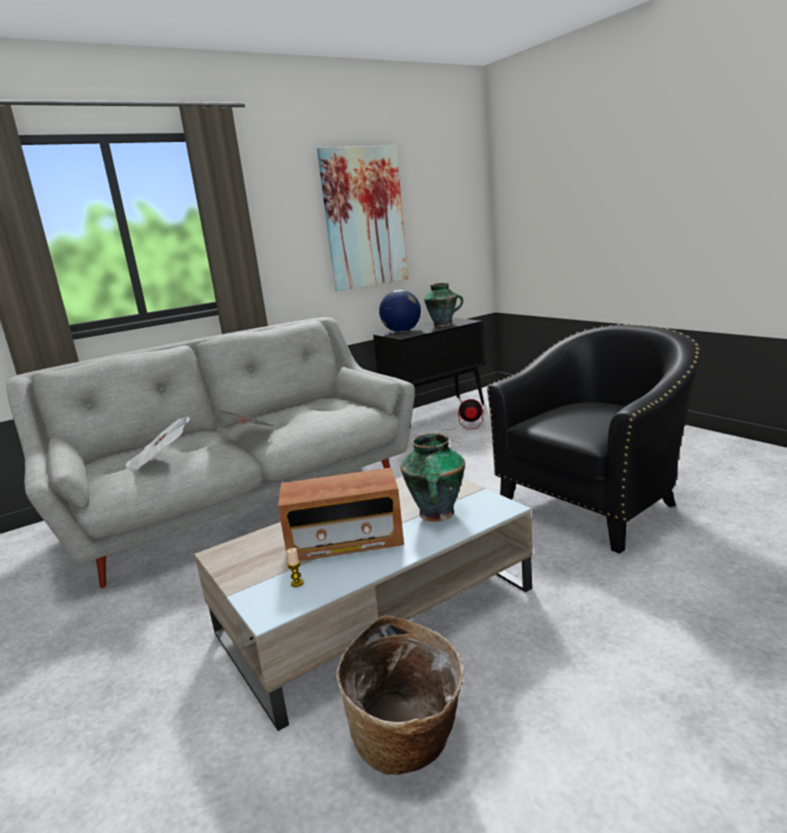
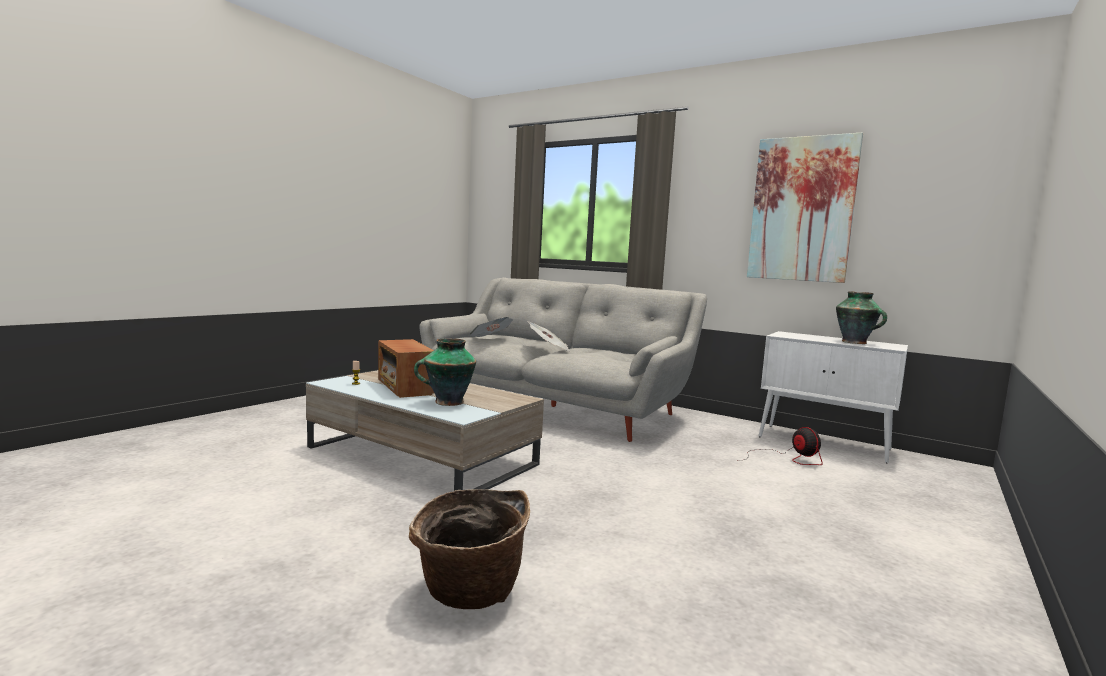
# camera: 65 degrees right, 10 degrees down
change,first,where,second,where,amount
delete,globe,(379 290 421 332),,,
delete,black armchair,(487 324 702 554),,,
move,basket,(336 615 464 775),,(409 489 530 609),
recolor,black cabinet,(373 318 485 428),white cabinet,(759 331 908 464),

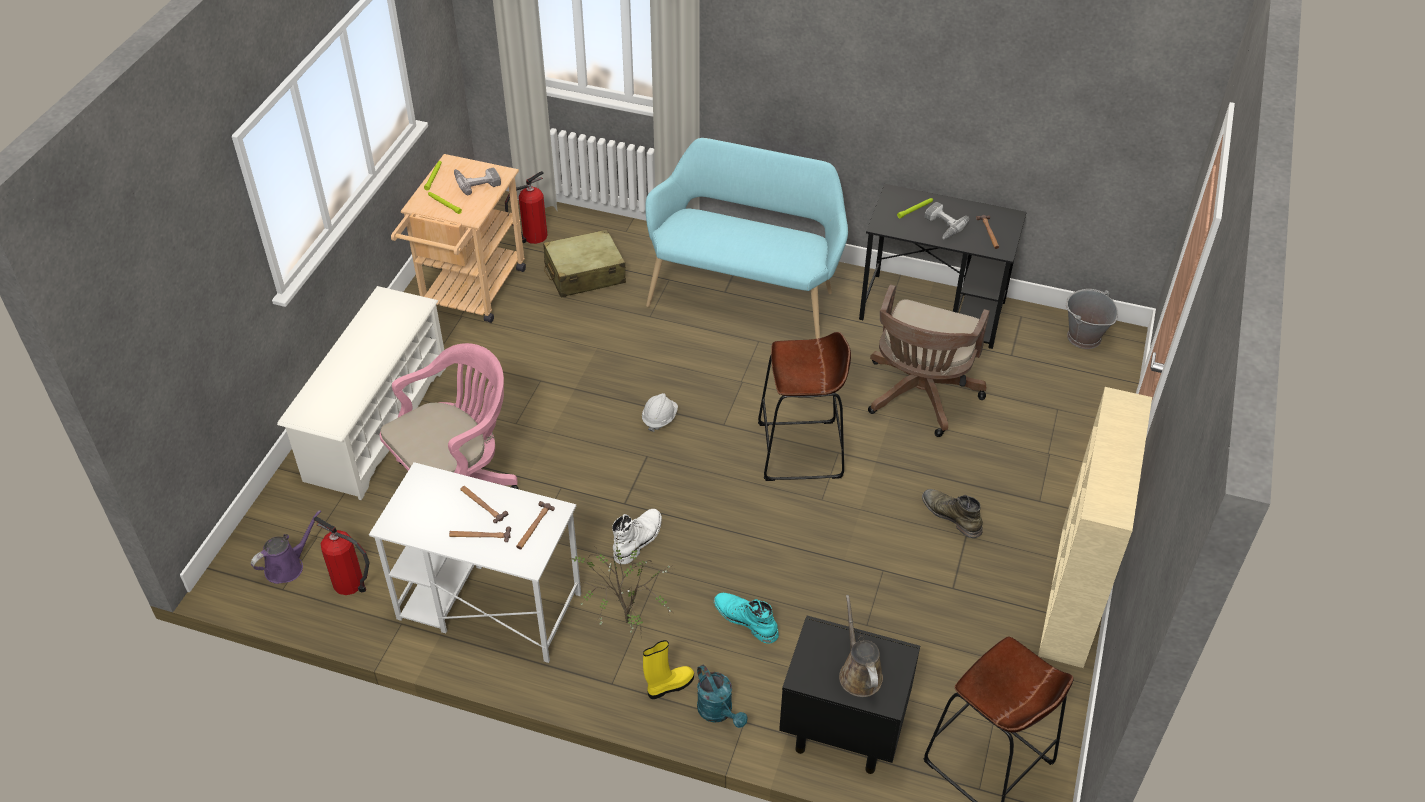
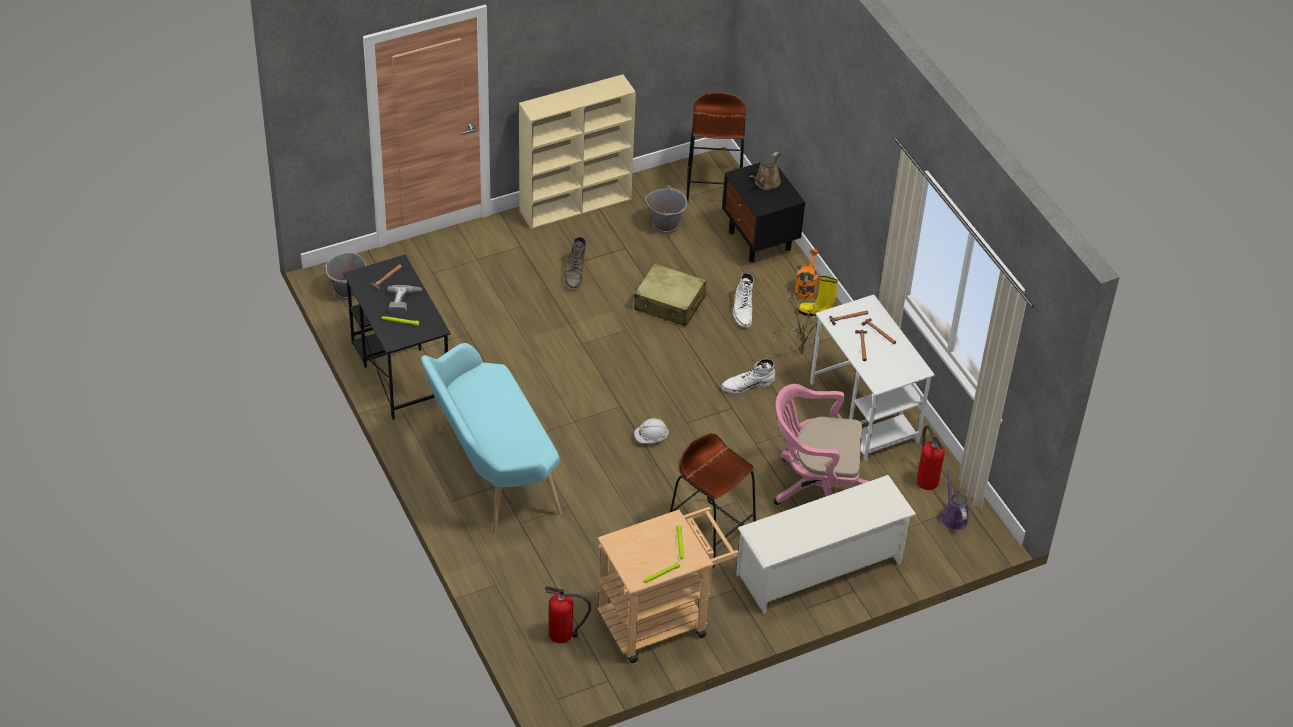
# camera: 135 degrees left, 0 degrees up
change,first,where,second,where,amount
delete,power drill,(454 167 501 195),,,
delete,brown office chair,(868 284 990 437),,,
insert,,,grey bucket,(645 185 688 235),
move,beige suitcase,(543 229 626 298),,(634 263 706 326),
move,brown stool,(758 332 851 481),,(670 433 756 568),
recolor,turquoise watering can,(697 665 747 728),orange watering can,(794 249 819 299),
recolor,turquoise boot,(714 593 779 644),white boot,(733 273 754 327),
rotate,purple watering can,(251 510 321 584),,(941 466 969 530),75 degrees clockwise

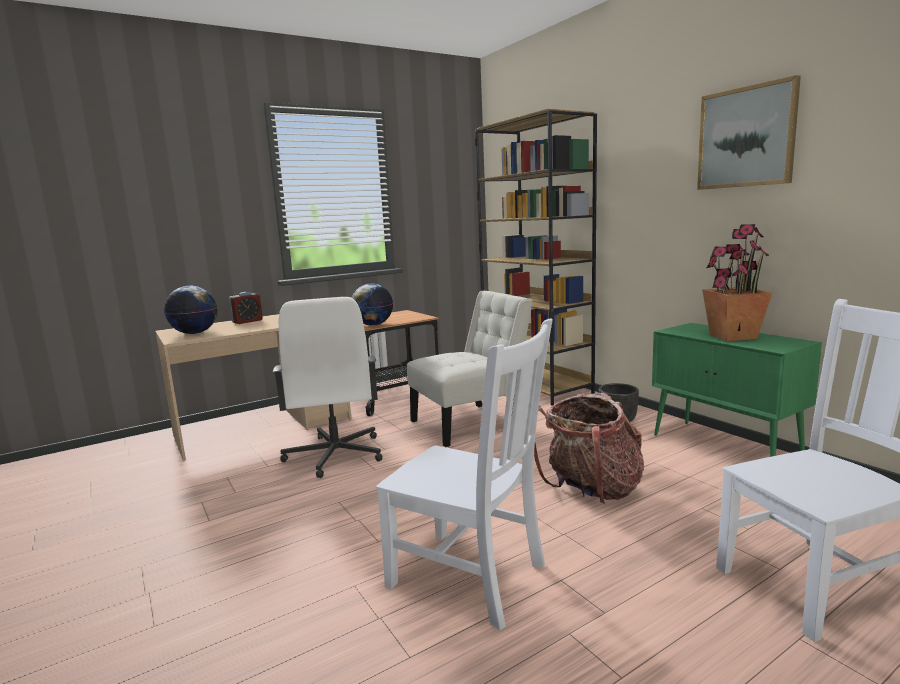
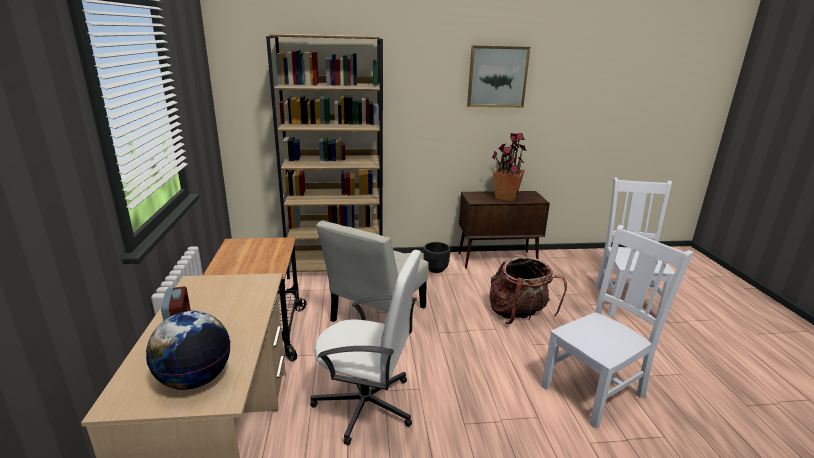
# camera: 65 degrees left, 10 degrees up
change,first,where,second,where,amount
delete,globe,(352 283 393 326),,,
recolor,green cabinet,(652 323 822 457),brown cabinet,(458 191 550 268),
rotate,white chair,(407 291 532 447),,(316 220 429 322),150 degrees counterclockwise

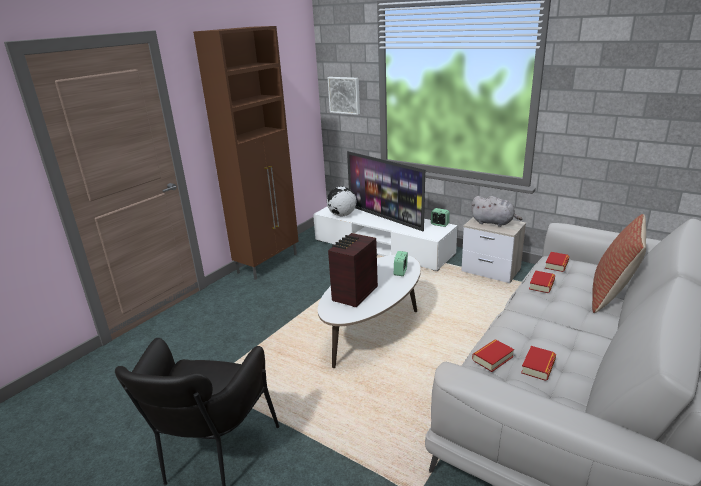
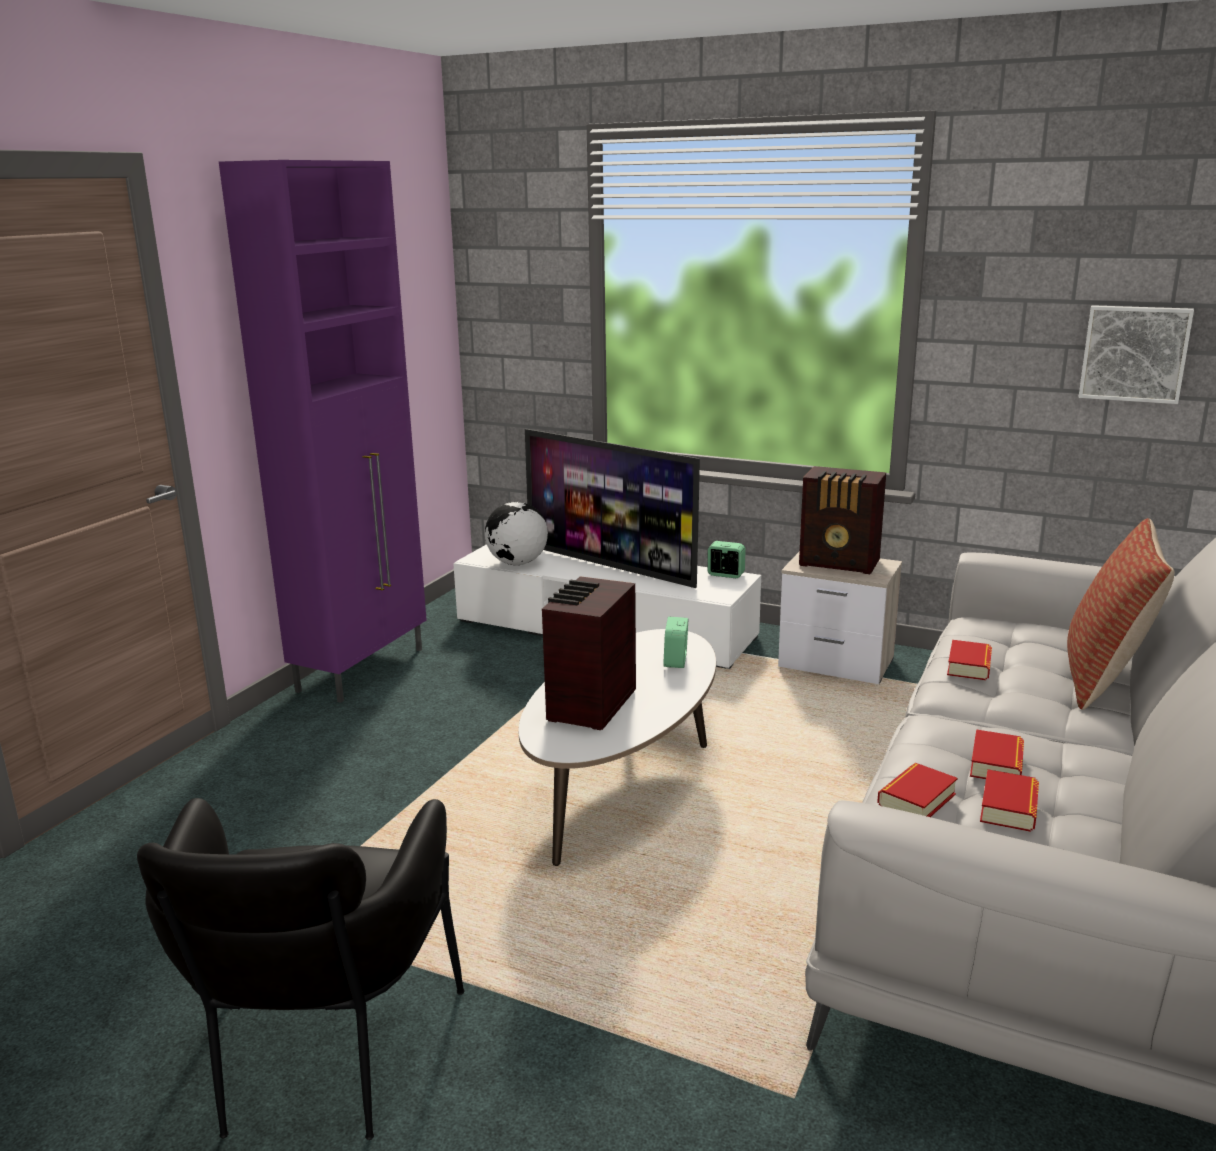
# camera: 10 degrees left, 5 degrees down
change,first,where,second,where,amount
move,picture,(328 77 360 115),,(1078 305 1194 404),
move,book,(545 252 569 272),,(970 729 1024 779),
replace,grey plush toy,(471 196 522 227),radio,(799 466 886 574),
recolor,brown cabinet,(193 26 298 280),purple cabinet,(219 160 427 703),

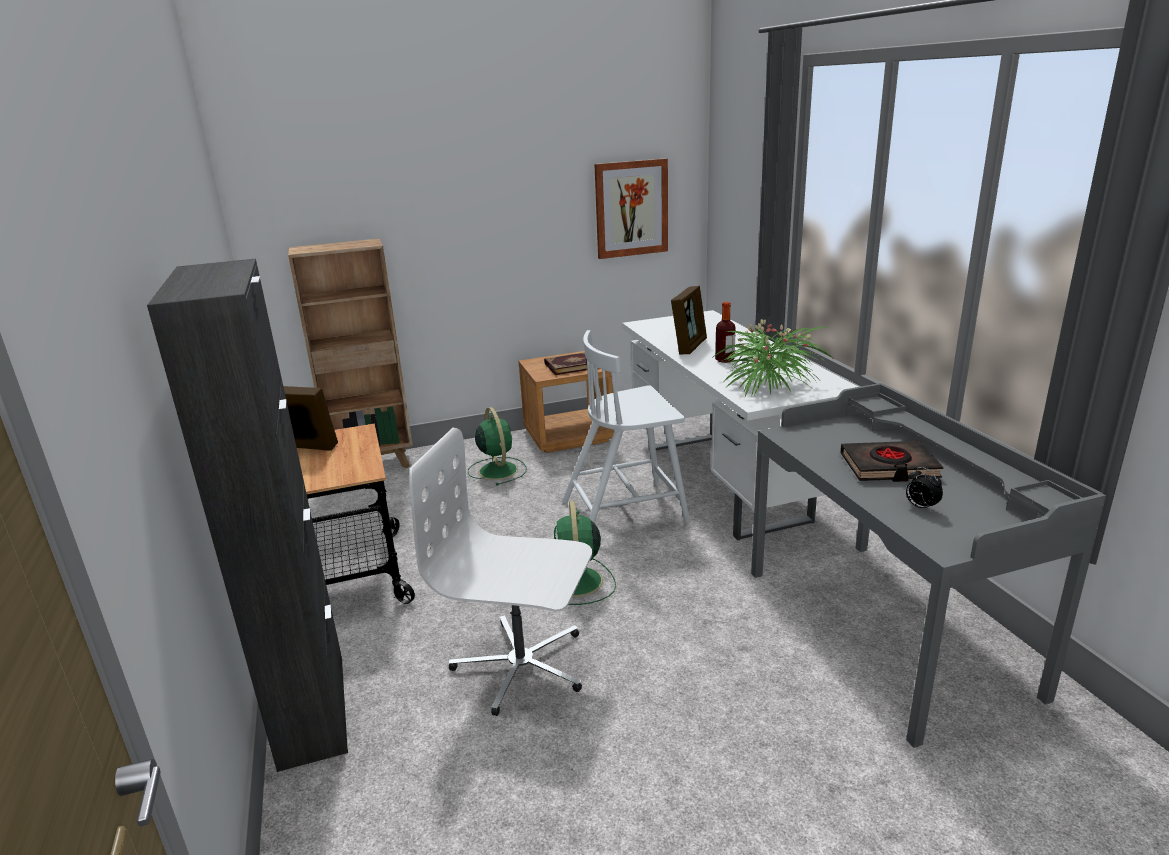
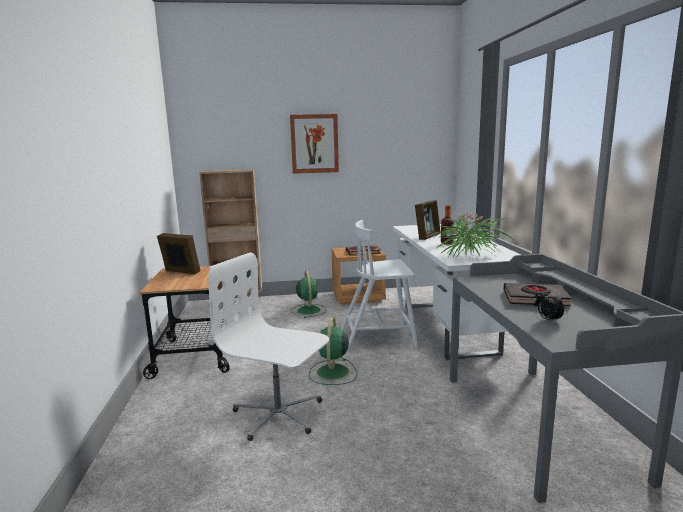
# camera: 10 degrees right, 10 degrees down
change,first,where,second,where,amount
delete,black cabinet,(147 259 348 772),,,
move,picture,(594 158 668 259),,(290 114 339 174),

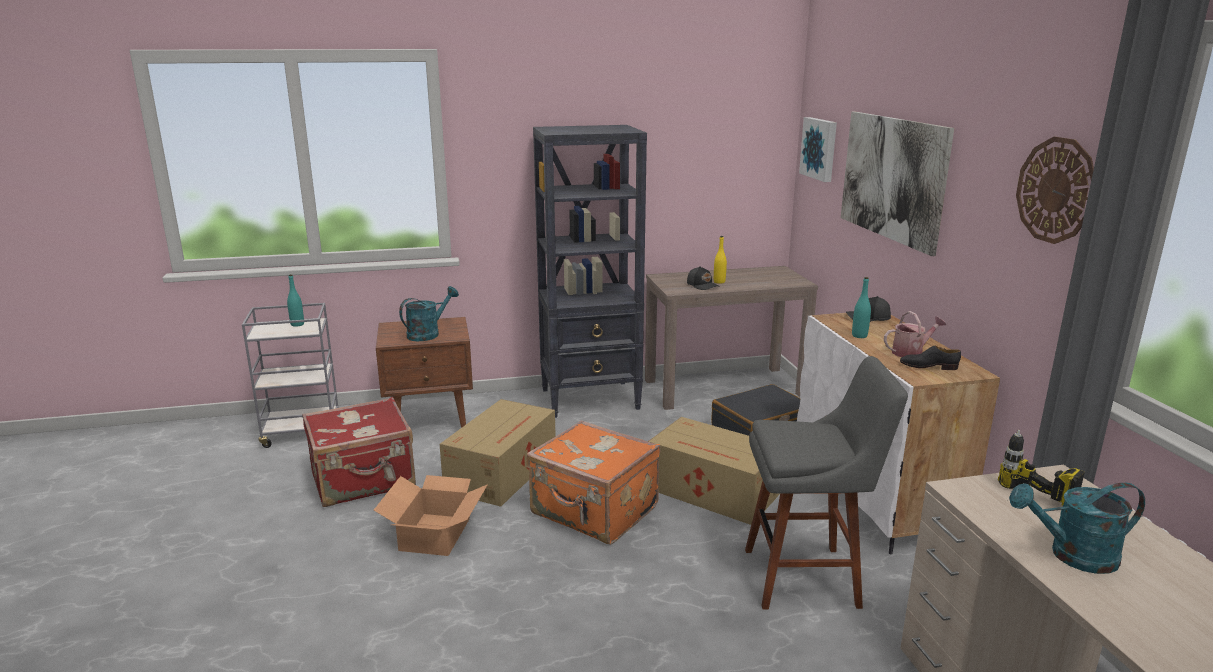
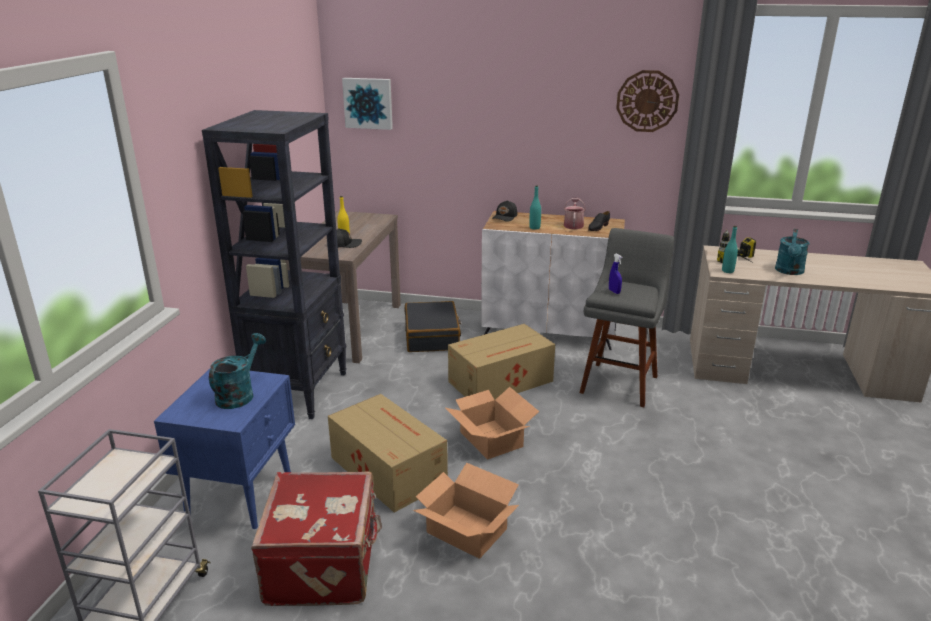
# camera: 65 degrees left, 5 degrees up
change,first,where,second,where,amount
delete,picture,(841 112 954 256),,,
insert,,,blue spray bottle,(609 253 623 294),
move,turquoise bottle,(287 274 304 327),,(722 226 738 273),
replace,orange suitcase,(526 420 660 545),cardboard box,(444 387 539 460),
recolor,brown nightstand,(376 317 473 428),blue nightstand,(154 369 295 529),
rotate,turquoise watering can,(399 286 459 341),,(209 333 266 409),45 degrees clockwise

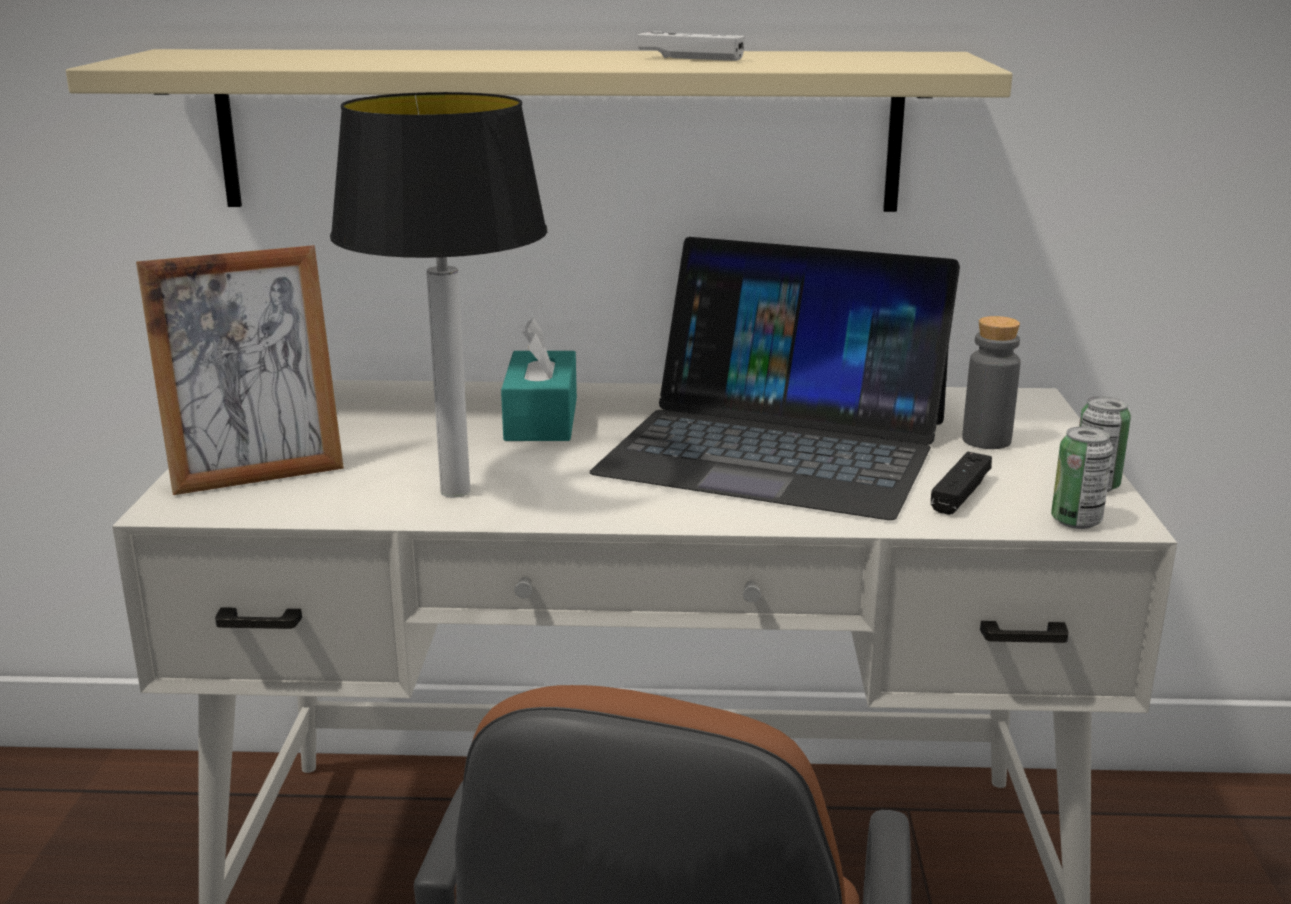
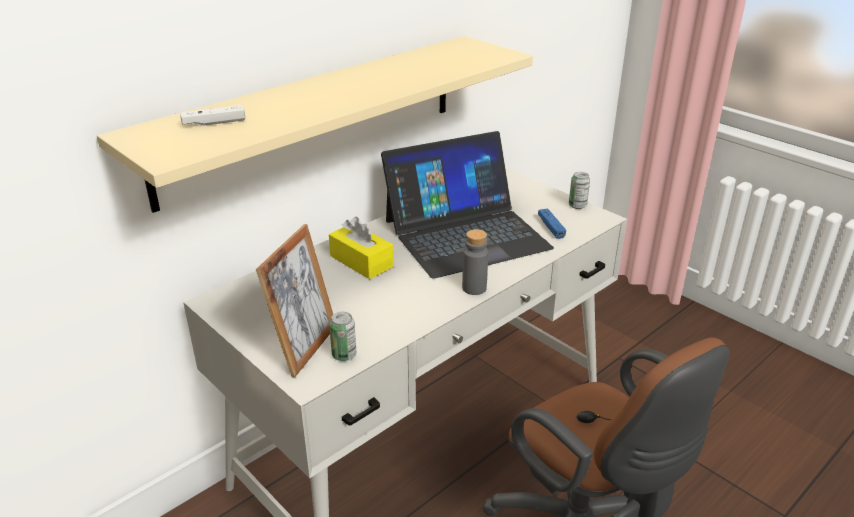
# camera: 45 degrees left, 10 degrees up
change,first,where,second,where,amount
delete,table lamp,(330 92 547 498),,,
move,white game controller,(637 31 745 61),,(180 105 245 126),
move,grey bottle,(962 316 1021 449),,(462 229 488 295),
move,can,(1051 426 1113 529),,(329 312 356 361),
recolor,turquoise tissue box,(501 318 577 441),yellow tissue box,(329 217 394 279),
recolor,black game controller,(931 452 992 515),blue game controller,(538 209 566 239),

